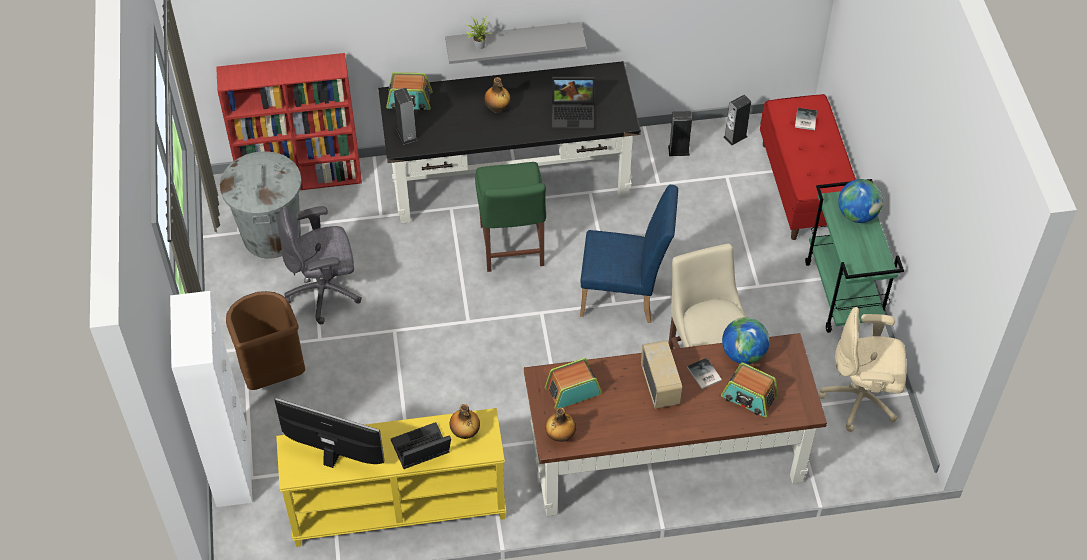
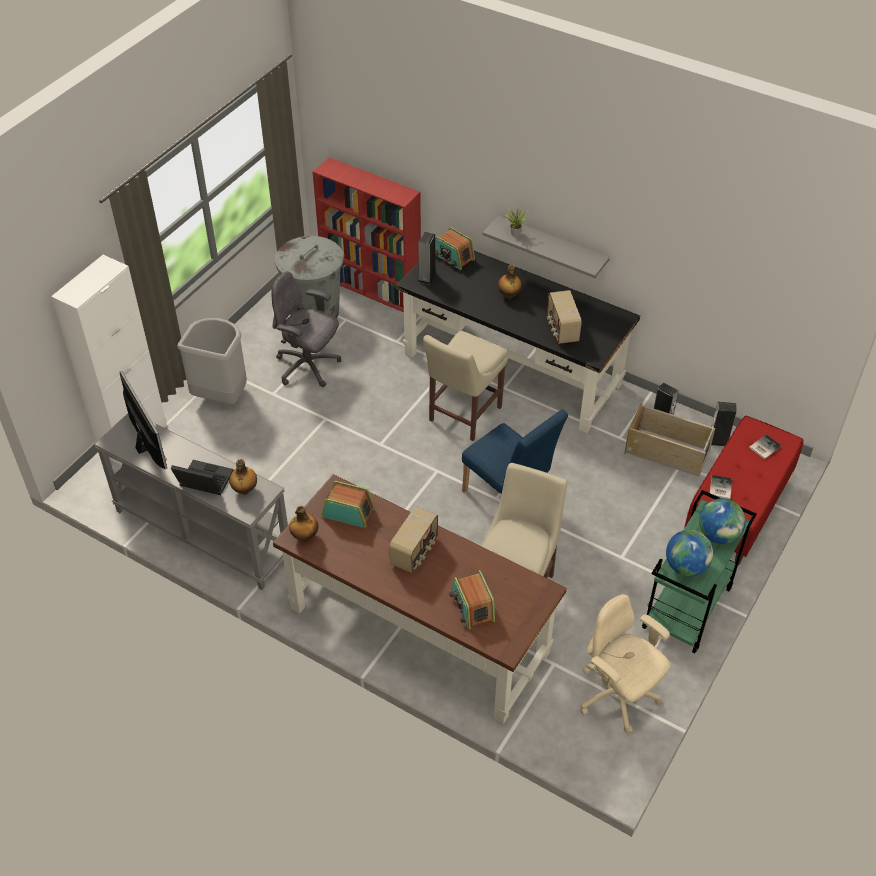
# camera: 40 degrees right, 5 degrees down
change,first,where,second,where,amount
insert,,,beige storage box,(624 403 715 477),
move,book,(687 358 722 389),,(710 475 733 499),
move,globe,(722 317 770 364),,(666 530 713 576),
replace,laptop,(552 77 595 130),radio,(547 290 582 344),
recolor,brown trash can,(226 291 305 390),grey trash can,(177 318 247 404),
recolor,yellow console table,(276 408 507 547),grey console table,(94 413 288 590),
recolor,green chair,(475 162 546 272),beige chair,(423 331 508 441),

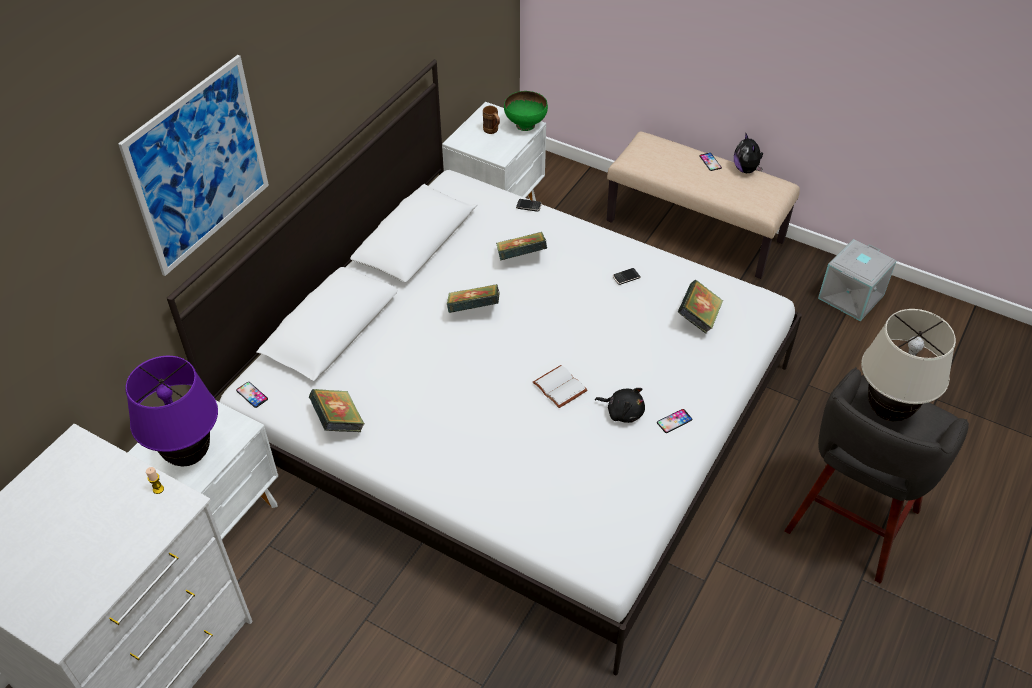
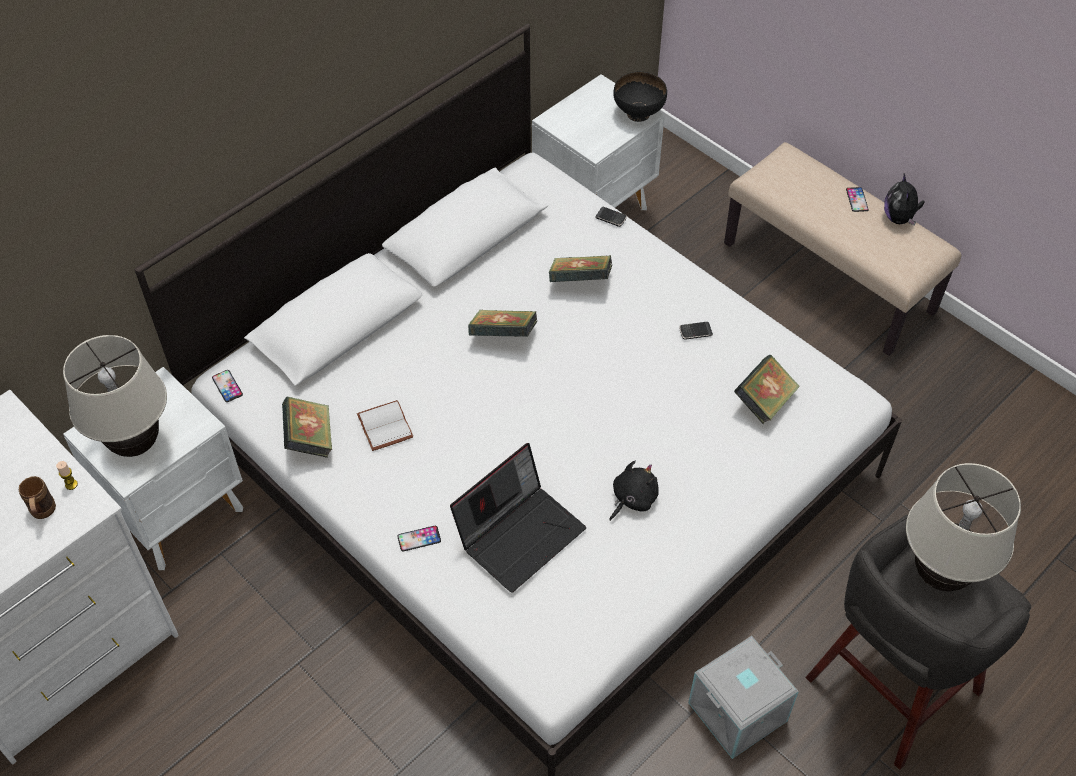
# camera: 15 degrees right, 5 degrees up
change,first,where,second,where,amount
delete,picture,(118 55 269 276),,,
insert,,,laptop,(450 443 586 593),
move,brown mug,(483 106 500 134),,(19 476 56 519),
move,white book,(533 365 588 408),,(357 400 414 451),
move,phone,(657 409 693 433),,(397 526 441 552),
move,grey storage box,(818 239 896 321),,(688 636 799 759),
recolor,purple table lamp,(125 356 218 466),beige table lamp,(63 335 167 457),
recolor,green bowl,(504 91 548 131),black bowl,(613 72 667 122),
rotate,black plush toy,(595 388 645 423),,(609 461 659 521),90 degrees counterclockwise

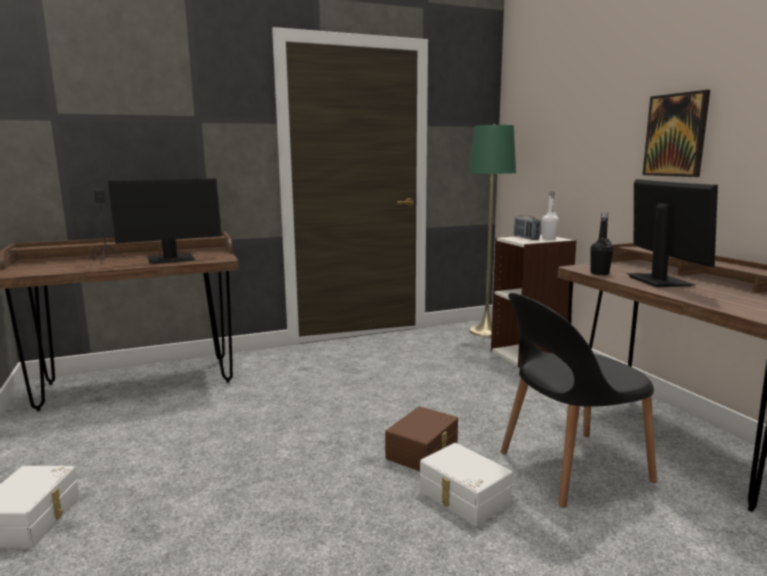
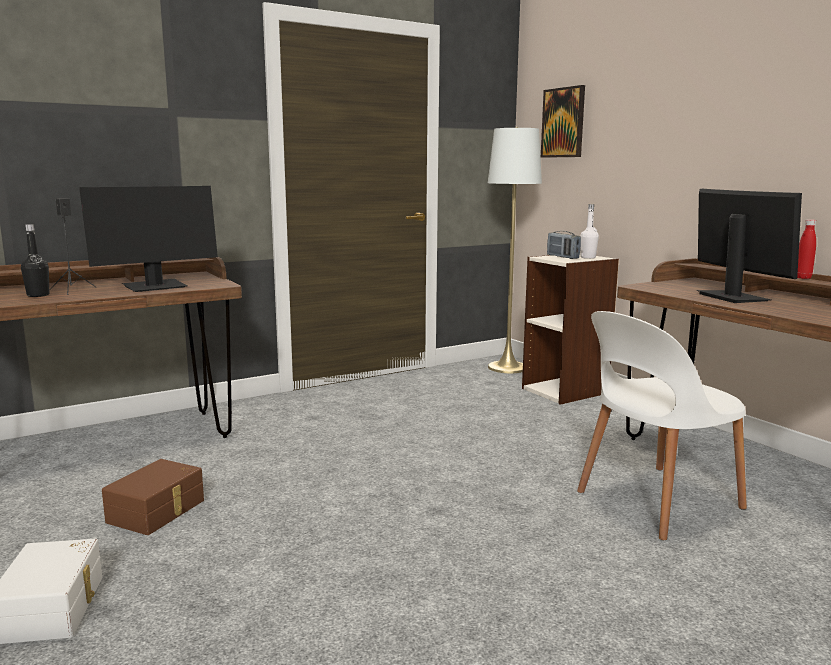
# camera: 10 degrees left, 0 degrees up
change,first,where,second,where,amount
delete,white storage box,(420 443 513 526),,,
insert,,,red bottle,(797 219 816 279),
move,brown storage box,(385 406 458 471),,(102 459 204 535),
move,black bottle,(590 212 613 275),,(21 224 49 297),
move,picture,(642 90 710 177),,(541 85 585 158),
recolor,green floor lamp,(469 124 516 337),white floor lamp,(488 127 542 373),
recolor,black chair,(500 293 657 508),white chair,(577 311 747 541),

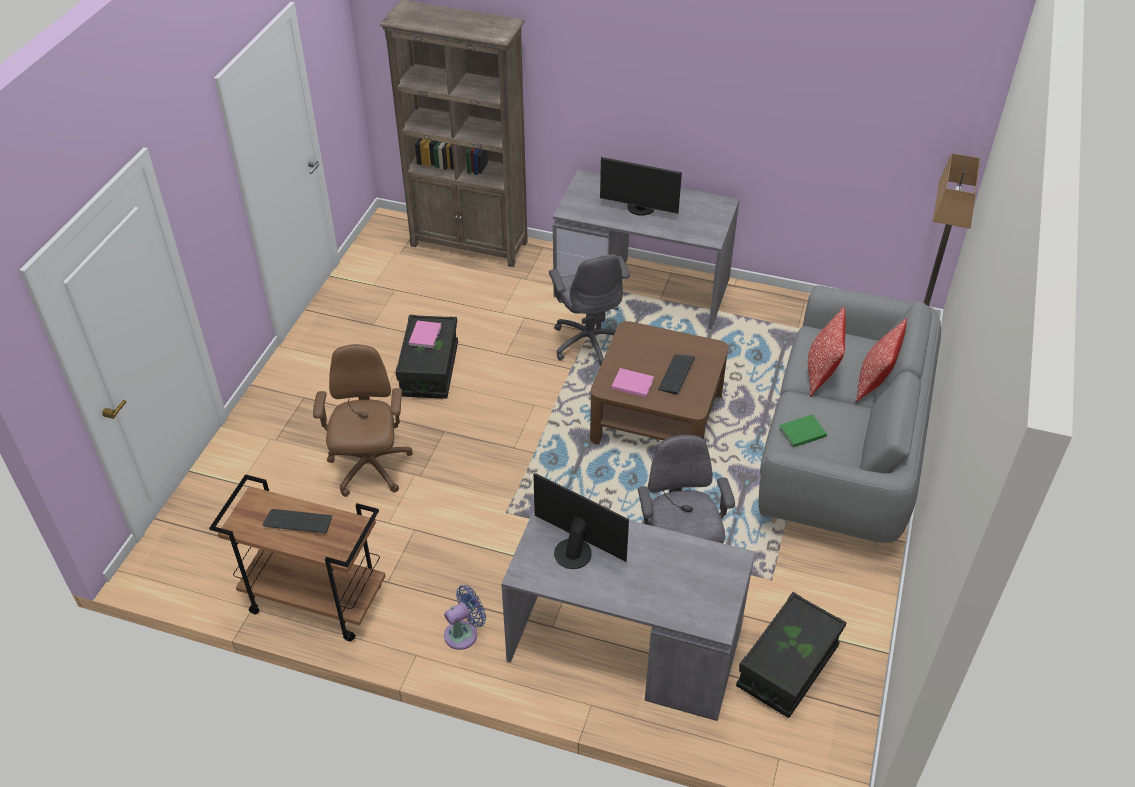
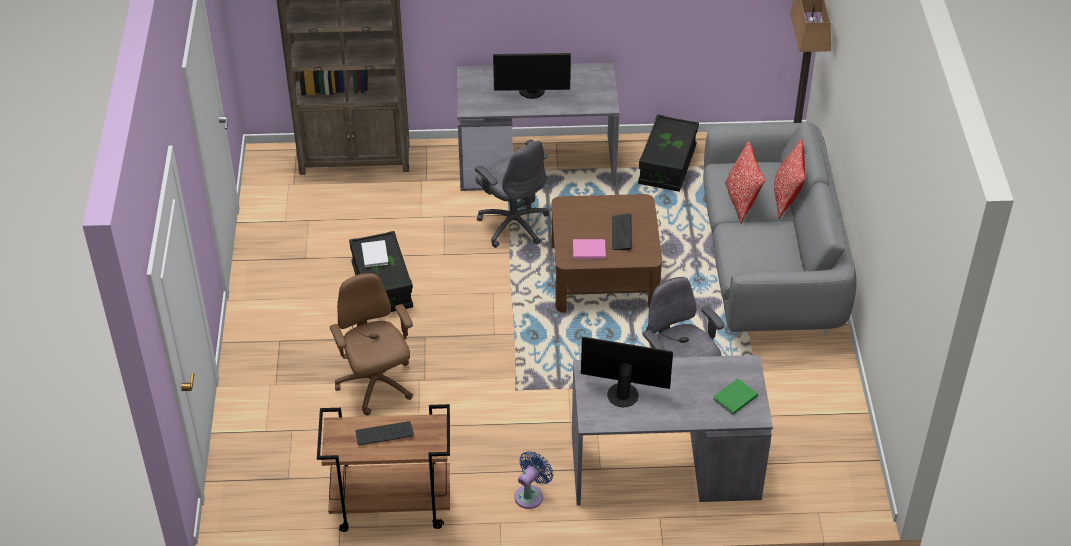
# camera: 20 degrees left, 0 degrees up
change,first,where,second,where,amount
move,black storage box,(736 592 847 718),,(638 114 699 192),
move,green book,(779 415 827 447),,(713 379 758 415),
recolor,pink book,(409 321 442 348),white book,(361 240 389 268),

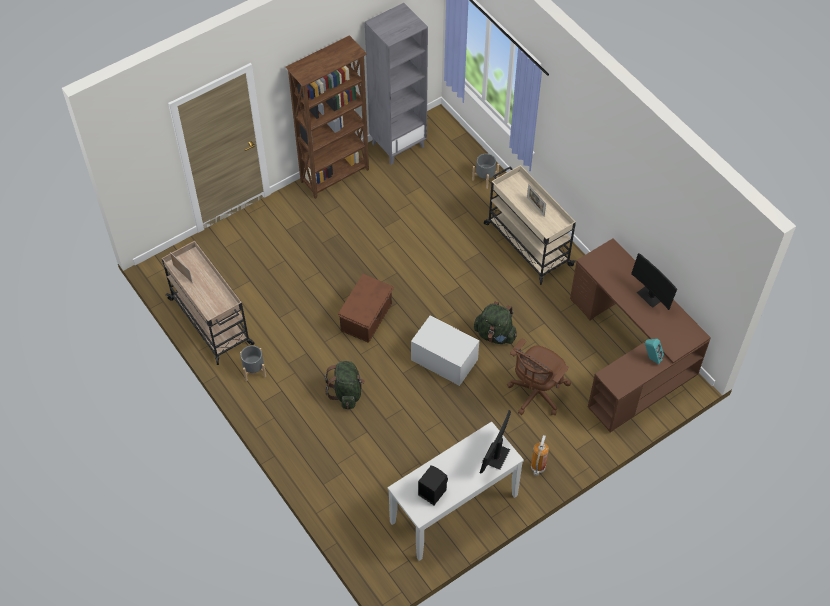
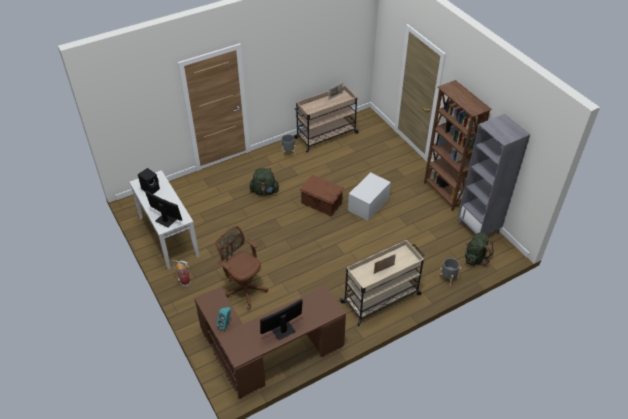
# camera: 95 degrees right, 10 degrees down
change,first,where,second,where,amount
move,white storage box,(411 315 479 386),,(348 172 391 221),
move,green backpack,(474 302 517 344),,(465 233 494 266),

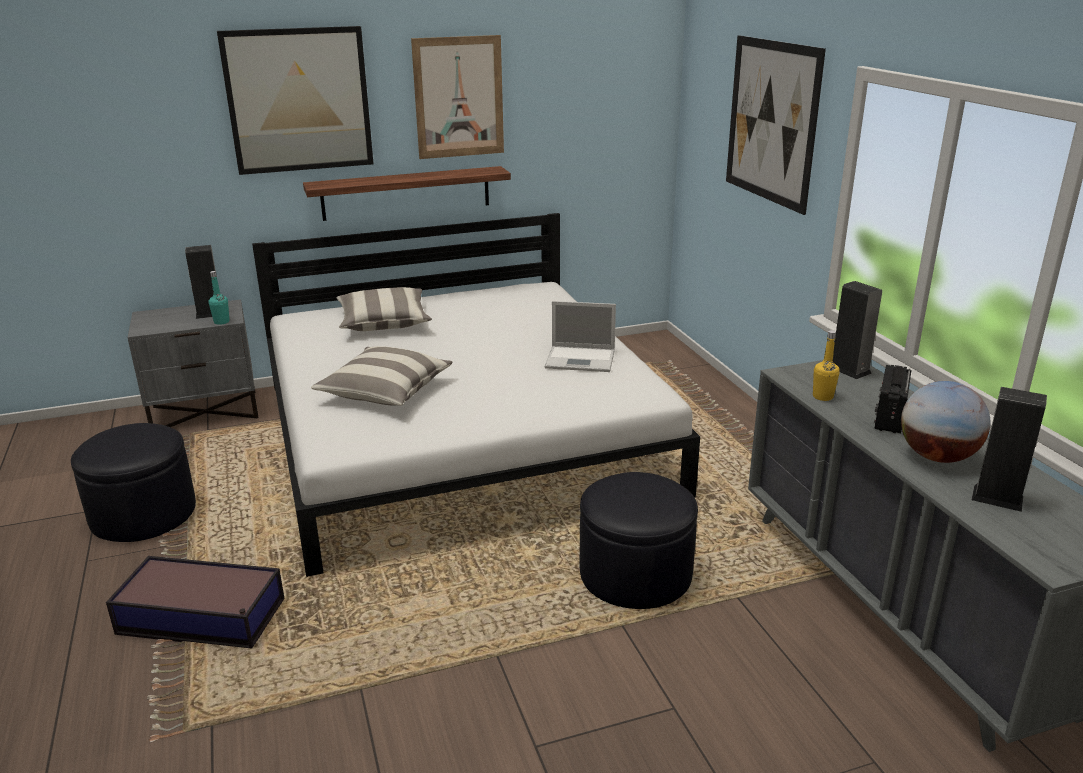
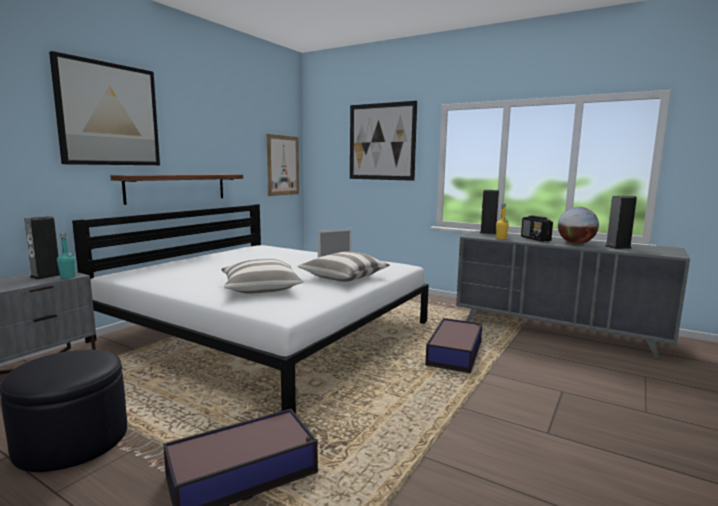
# camera: 40 degrees left, 15 degrees down
change,first,where,second,where,amount
move,pillow,(336 287 432 331),,(297 251 390 282),
move,picture,(411 35 504 159),,(267 134 299 196),
replace,black ottoman,(579 472 698 609),storage box,(425 318 482 373),

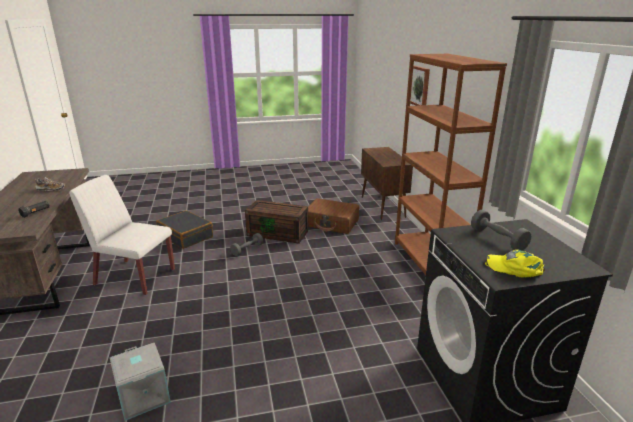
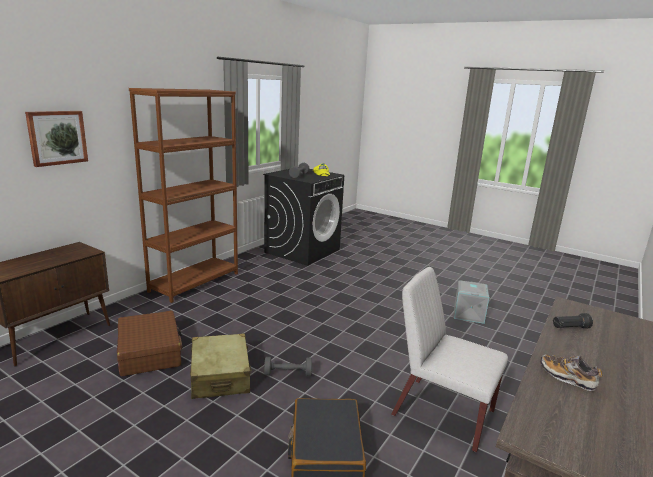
# camera: 135 degrees left, 5 degrees down
change,first,where,second,where,amount
replace,brown storage box,(245 200 308 244),beige suitcase,(190 333 252 399),
rotate,white chair,(69 175 175 295),,(391 267 508 452),150 degrees clockwise

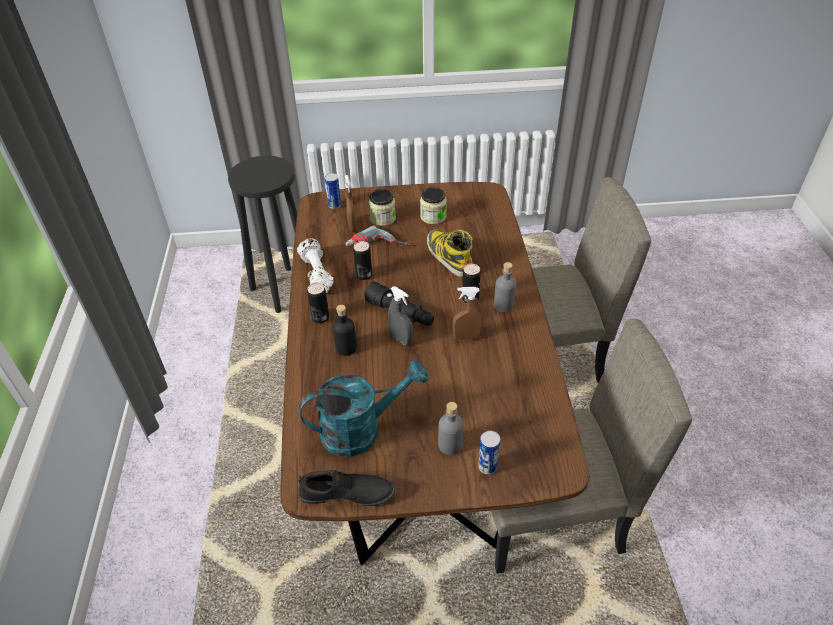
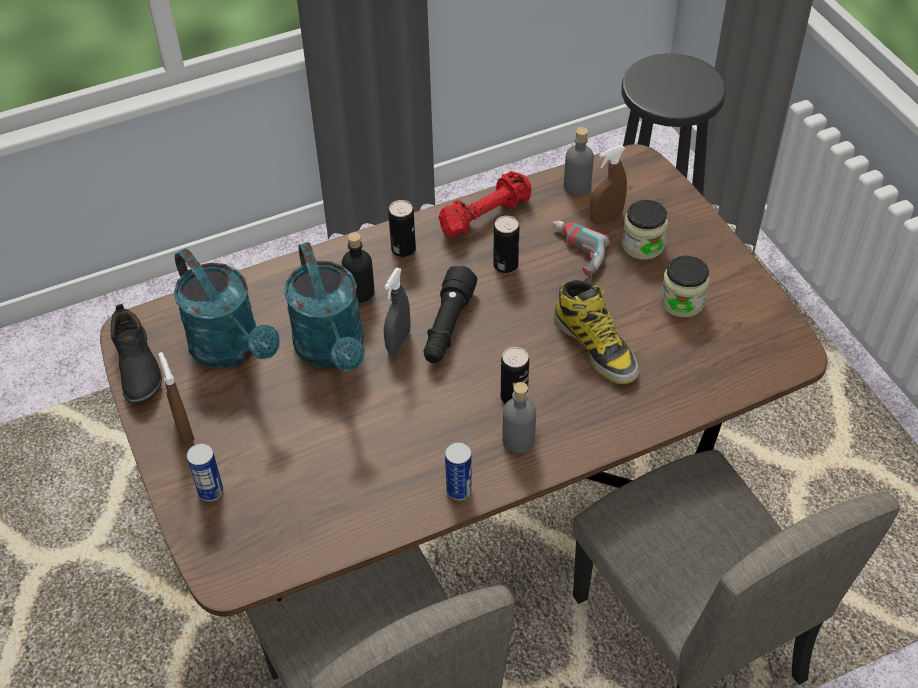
# camera: 70 degrees right, 5 degrees up
change,first,where,second,where,amount
insert,,,turquoise watering can,(284 242 365 371),
move,can,(325 173 341 209),,(445 442 472 501),
move,grey bottle,(438 402 464 455),,(564 127 594 196),
move,brown spray bottle,(452 287 484 340),,(159 352 194 445),
recolor,white dumbbell,(297 238 334 293),red dumbbell,(438 171 531 238),
rotate,boot,(427 230 473 277),,(553 280 639 384),105 degrees clockwise

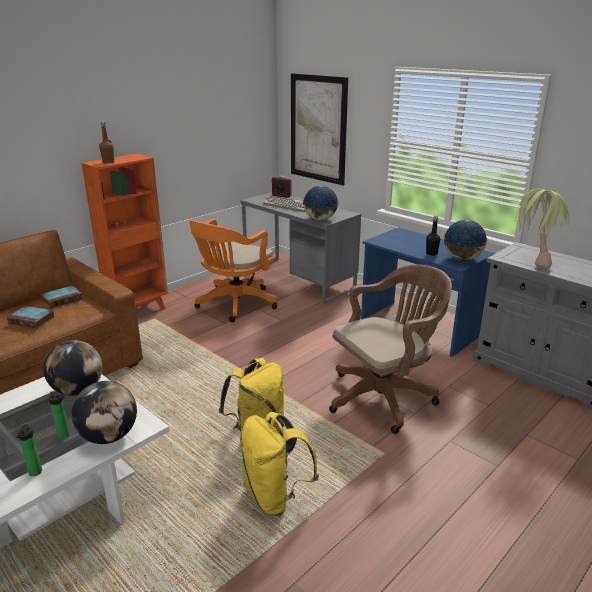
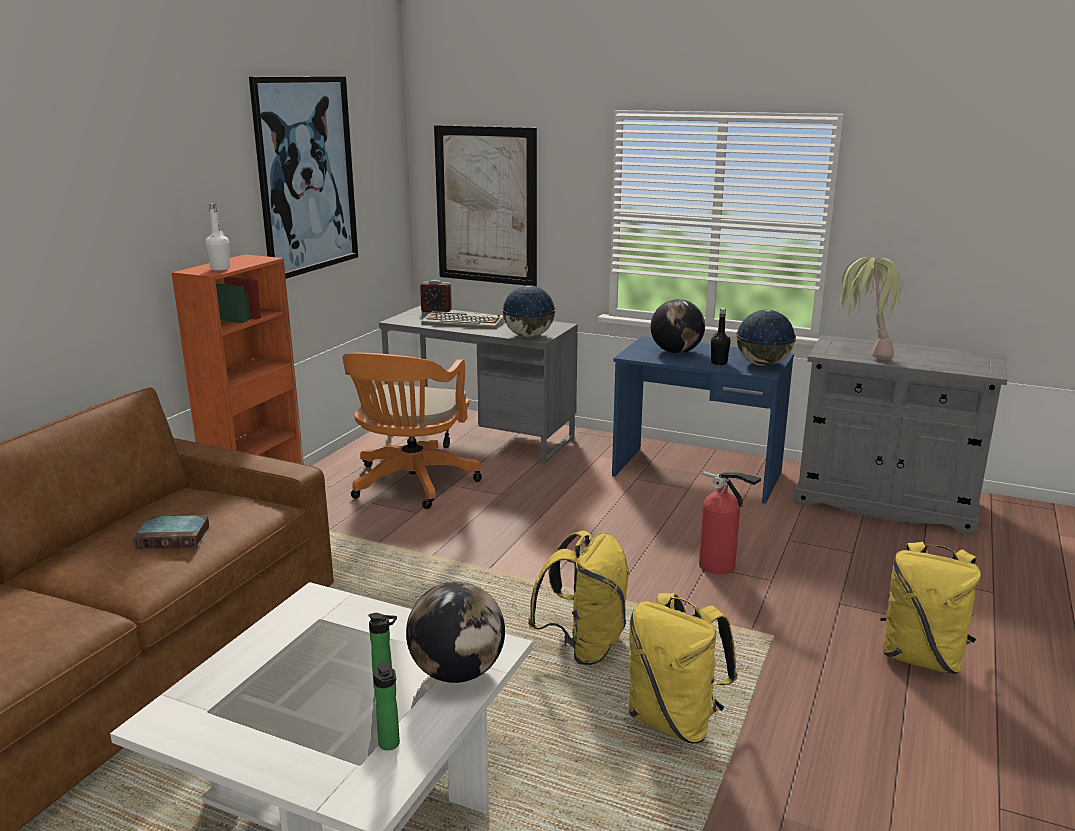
# camera: 20 degrees left, 5 degrees down
change,first,where,second,where,amount
delete,book,(41 285 83 308),,,
insert,,,picture,(249 76 358 279),
insert,,,yellow backpack,(880 542 981 674),
move,globe,(44 340 103 396),,(651 299 705 353),
replace,brown office chair,(329 265 452 434),fire extinguisher,(699 471 761 575),
recolor,brown bottle,(99 122 114 164),white bottle,(205 203 230 270),

